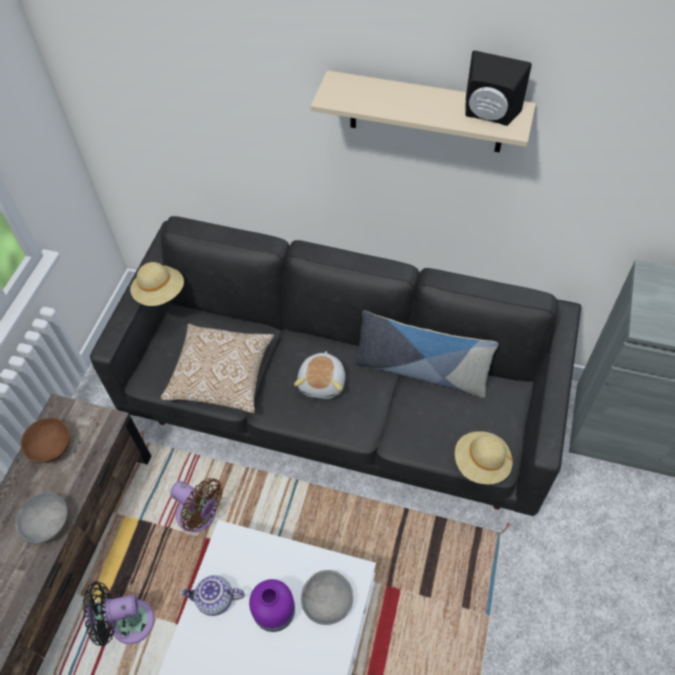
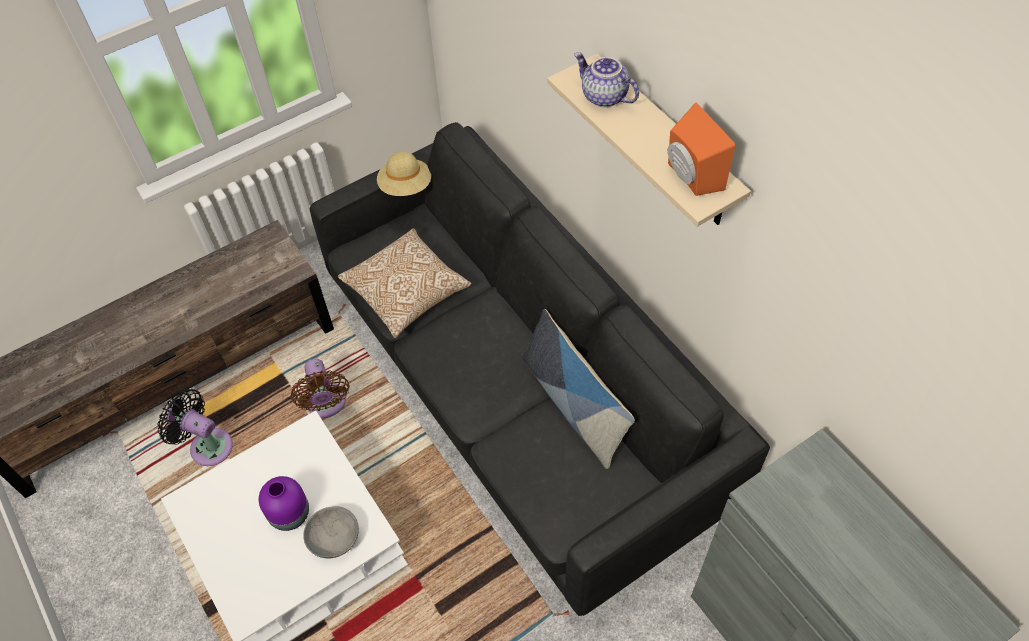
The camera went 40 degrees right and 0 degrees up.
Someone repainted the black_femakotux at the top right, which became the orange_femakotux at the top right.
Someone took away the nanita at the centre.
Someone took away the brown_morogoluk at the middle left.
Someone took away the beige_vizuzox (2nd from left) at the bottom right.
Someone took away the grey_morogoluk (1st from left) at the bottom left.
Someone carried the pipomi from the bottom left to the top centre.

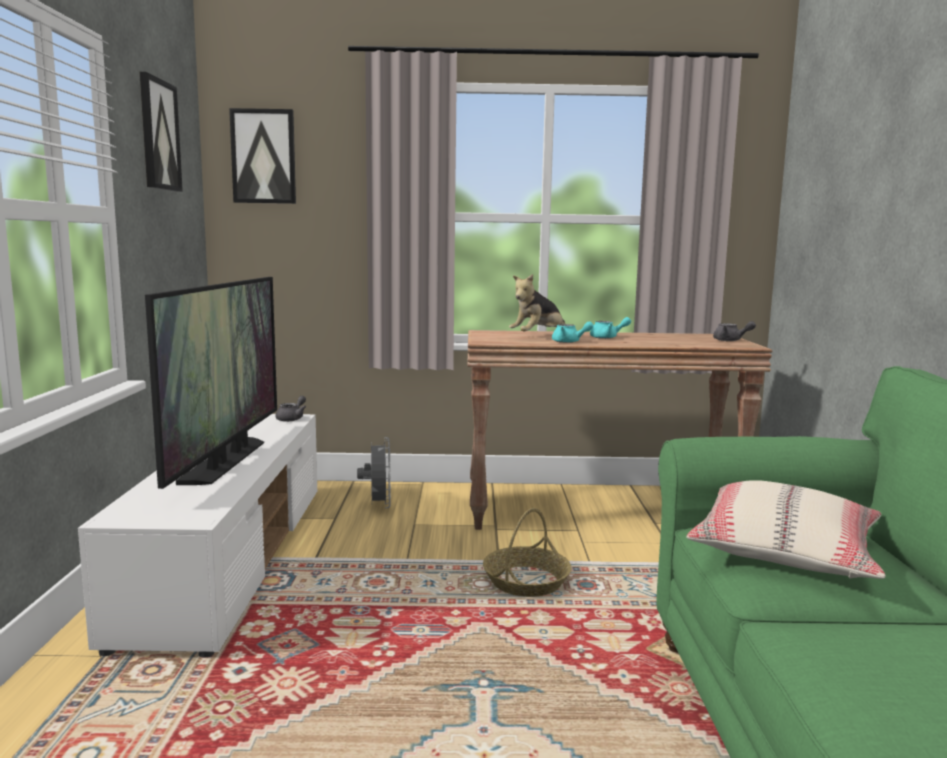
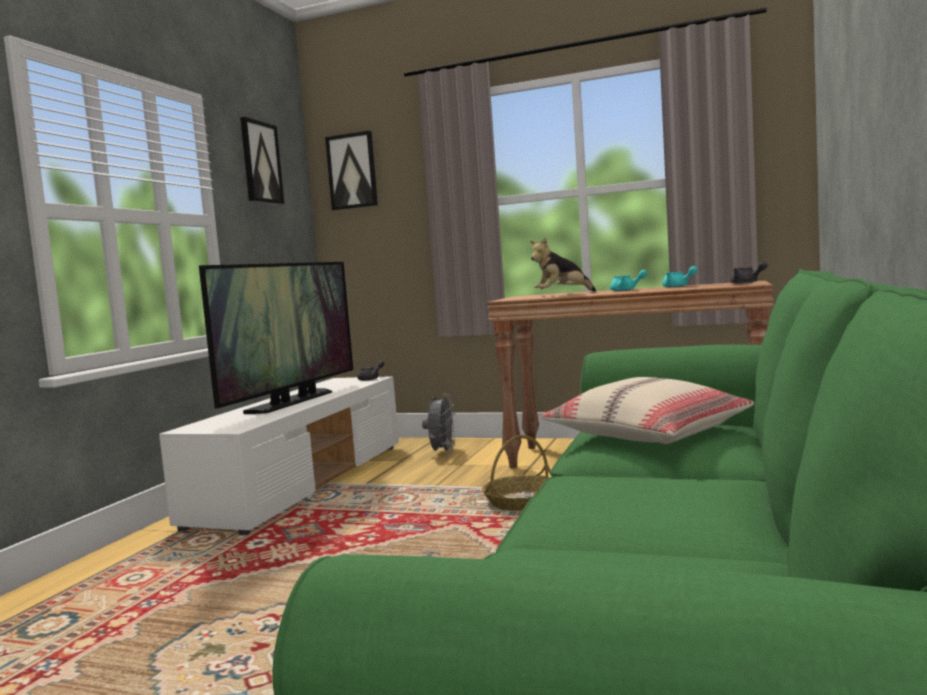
The camera went 20 degrees right and 5 degrees down.
Someone carried the turquoise_pipomi (1st from left in the first image) from the centre to the middle right.

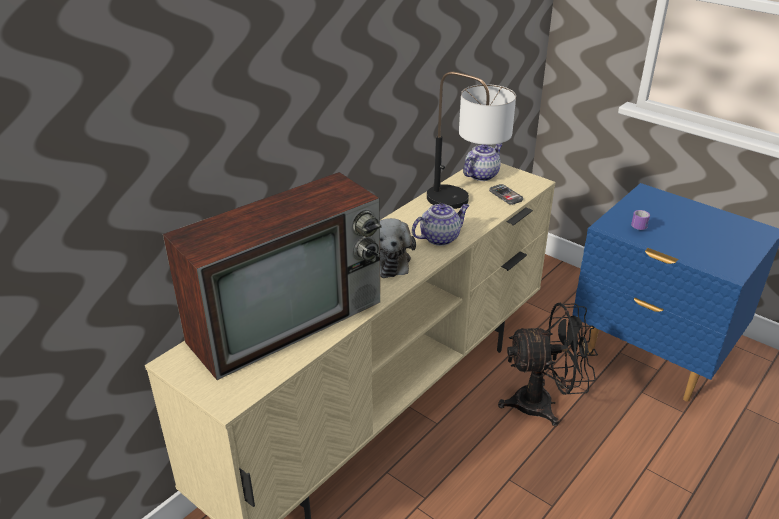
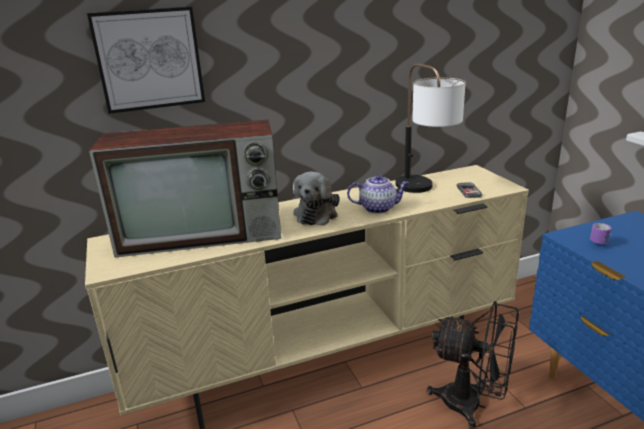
The camera went 30 degrees right and 10 degrees down.
Someone took away the pipomi (2nd from left) at the top centre.
Someone put up the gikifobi at the top left.

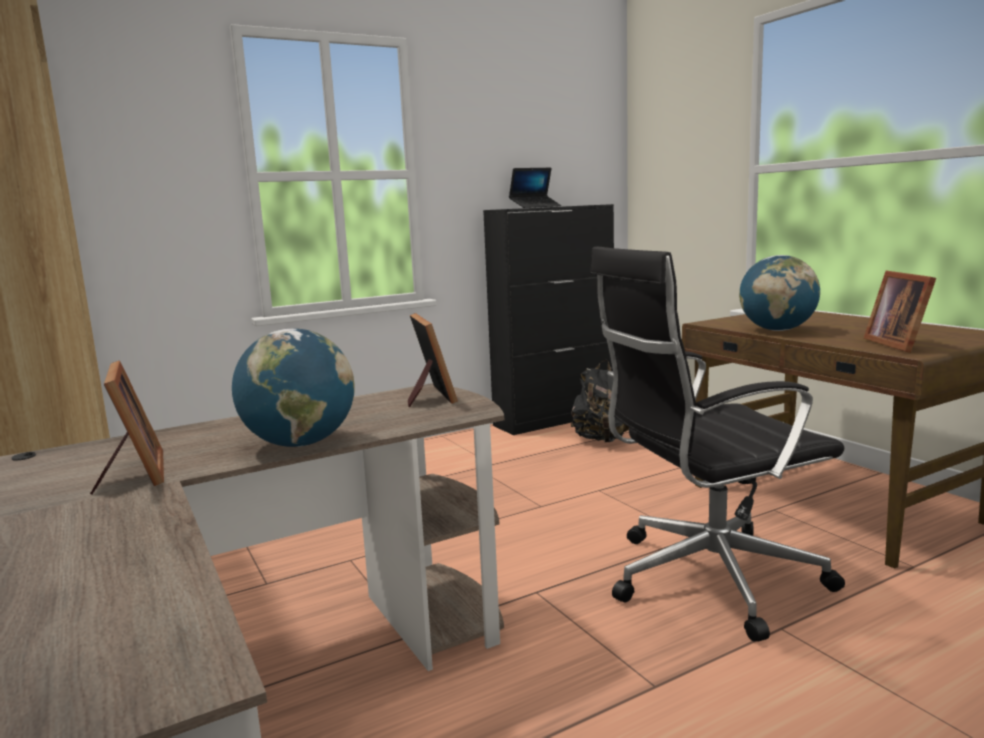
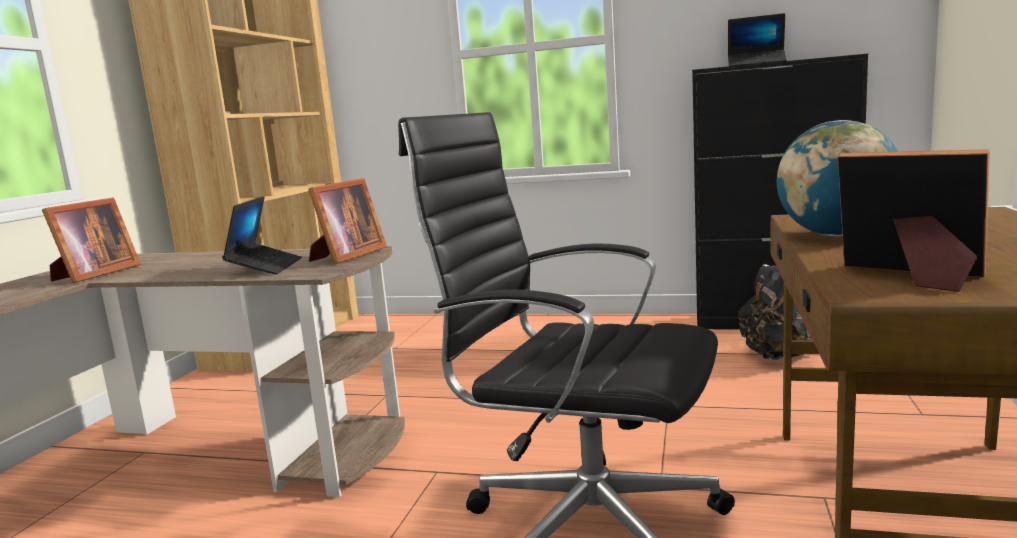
The camera went 45 degrees right and 0 degrees up.
Someone rotated the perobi (3rd from left) at the middle right by 90 degrees clockwise.
Someone took away the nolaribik (1st from left) at the middle left.
Someone put down the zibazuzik (1st from left) at the middle left.

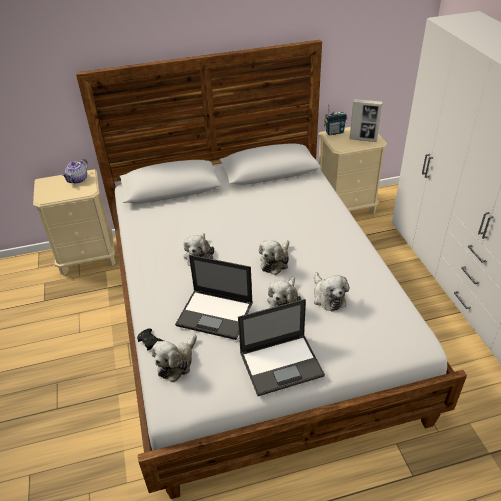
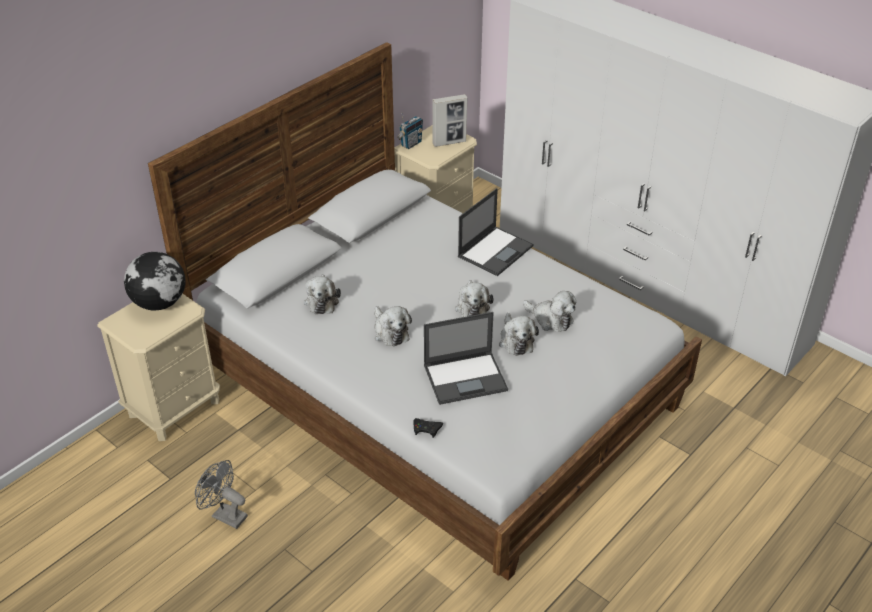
The camera went 35 degrees left and 0 degrees up.
Someone swapped the pipomi at the middle left for the nolaribik at the middle left.
Someone carried the zibazuzik (2nd from left) from the bottom centre to the centre.
Someone carried the nanita (1st from left) from the bottom centre to the centre.
Someone put down the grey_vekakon at the bottom left.

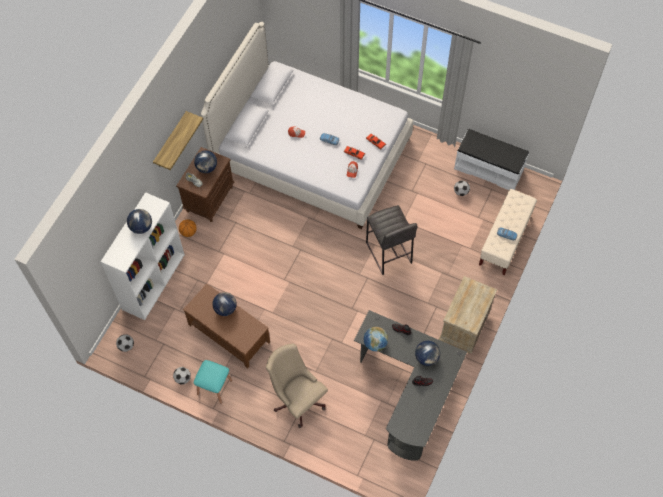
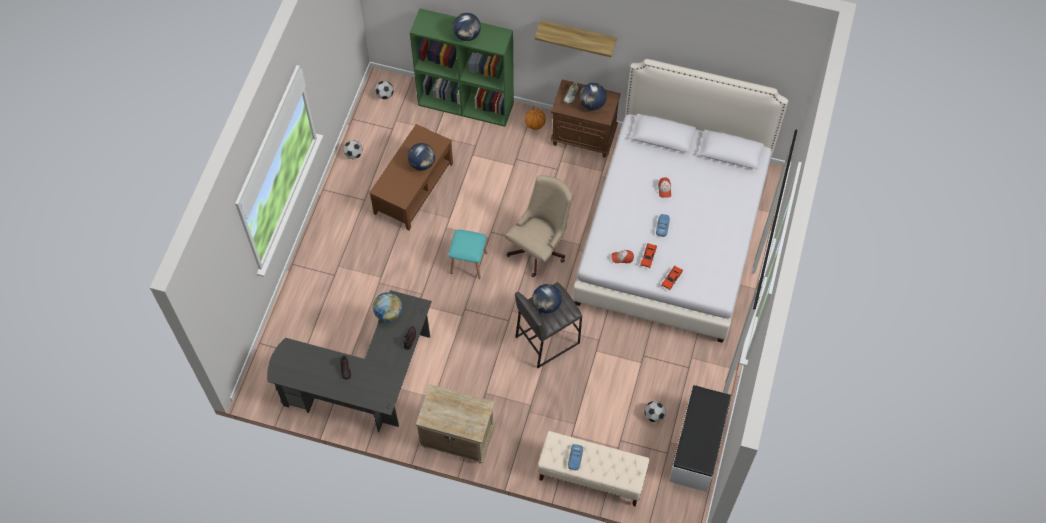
The camera went 80 degrees right and 0 degrees up.
Someone repainted the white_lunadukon at the middle left, which became the green_lunadukon at the top centre.
Someone carried the nolaribik (5th from left in the first image) from the bottom centre to the centre.
Someone carried the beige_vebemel from the bottom centre to the centre.
Someone carried the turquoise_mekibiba from the bottom left to the centre.

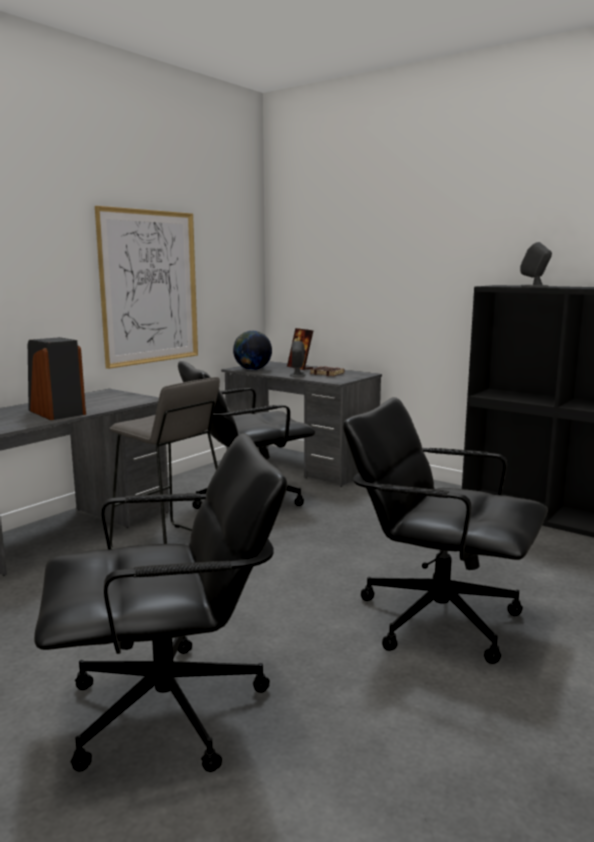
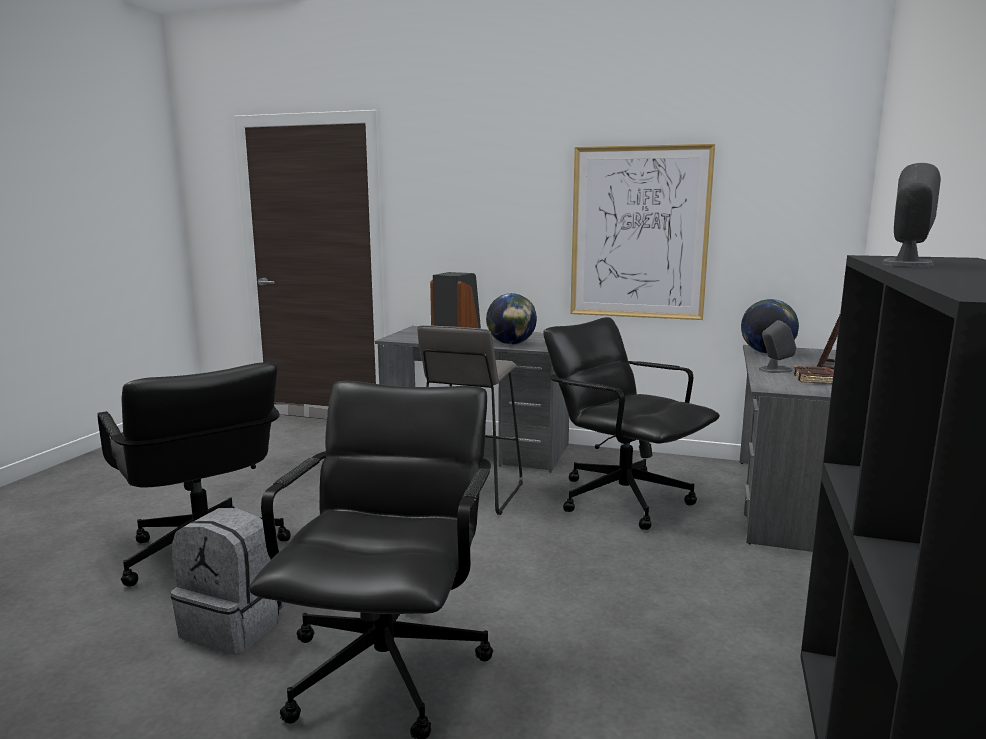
The camera went 70 degrees right and 0 degrees up.
Someone put down the nolaribik (1st from left) at the centre.
Someone put down the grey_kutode at the bottom left.

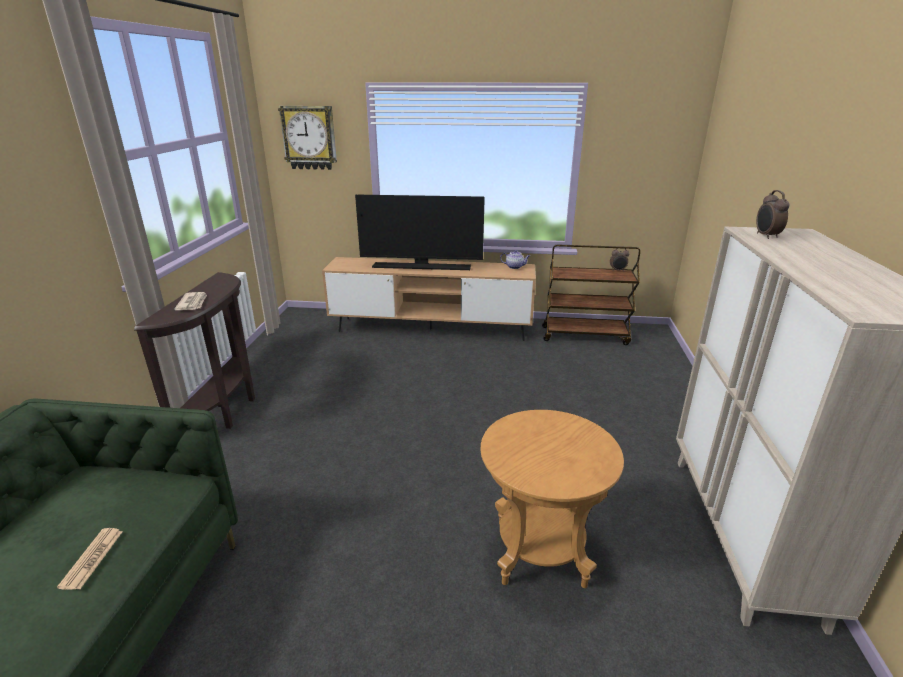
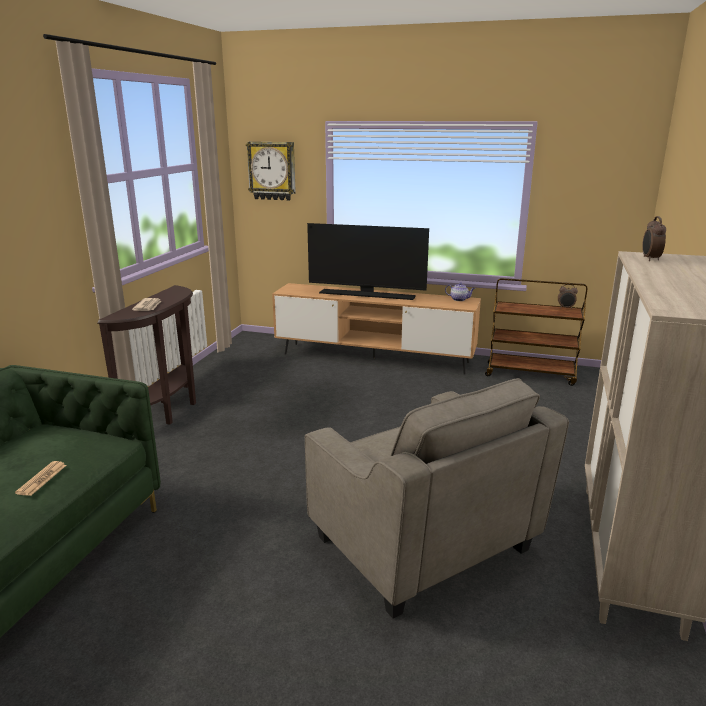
The camera went 10 degrees right and 5 degrees down.
Someone swapped the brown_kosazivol at the bottom centre for the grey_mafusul at the bottom centre.

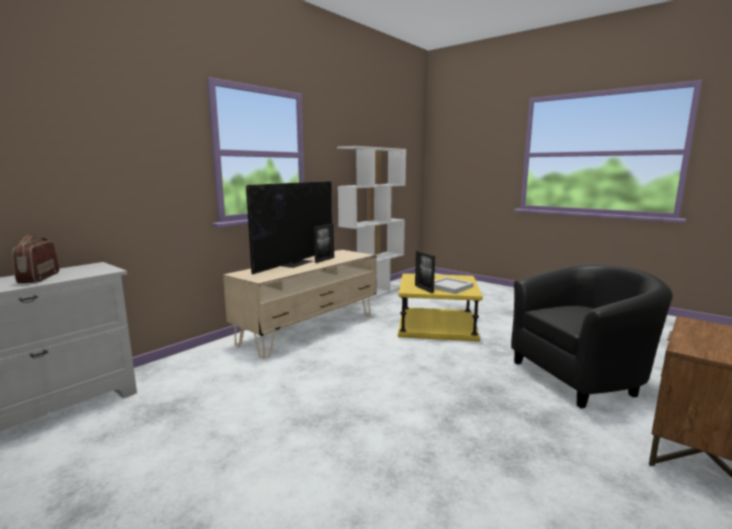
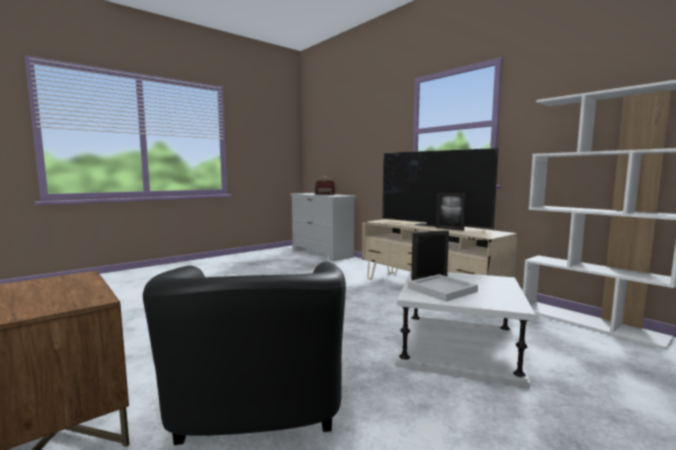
The camera went 100 degrees right and 5 degrees down.
Someone repainted the yellow_kosazivol at the centre, which became the white_kosazivol at the bottom right.

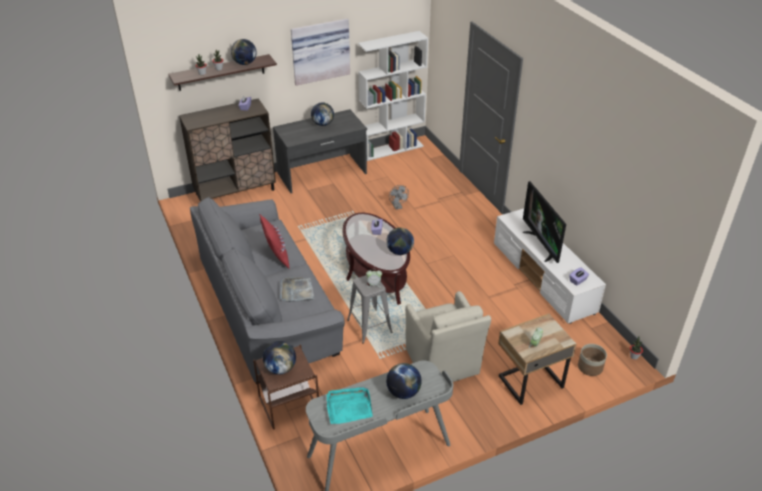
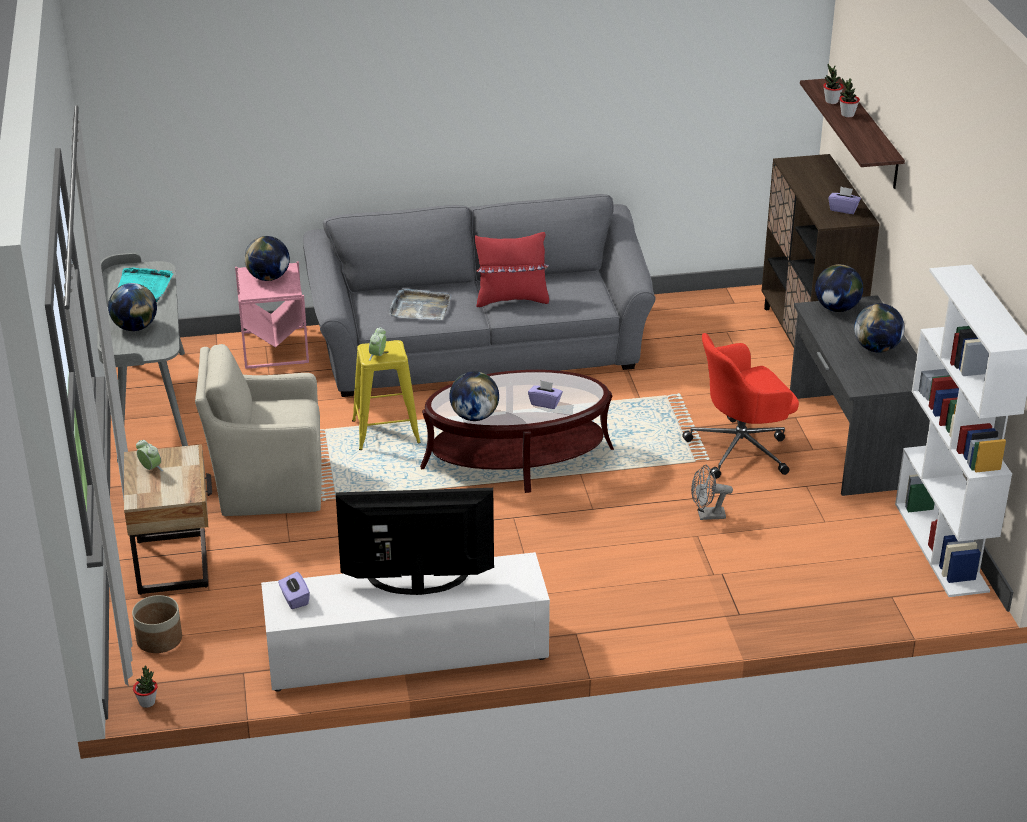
The camera went 105 degrees right and 5 degrees down.
Someone took away the gikifobi at the top centre.
Someone carried the nolaribik (1st from left in the first image) from the top left to the middle right.
Someone repainted the grey_mekibiba at the centre, which became the yellow_mekibiba at the centre.
Someone repainted the brown_kosazivol at the bottom centre, which became the pink_kosazivol at the middle left.
Someone put down the red_vebemel at the middle right.

